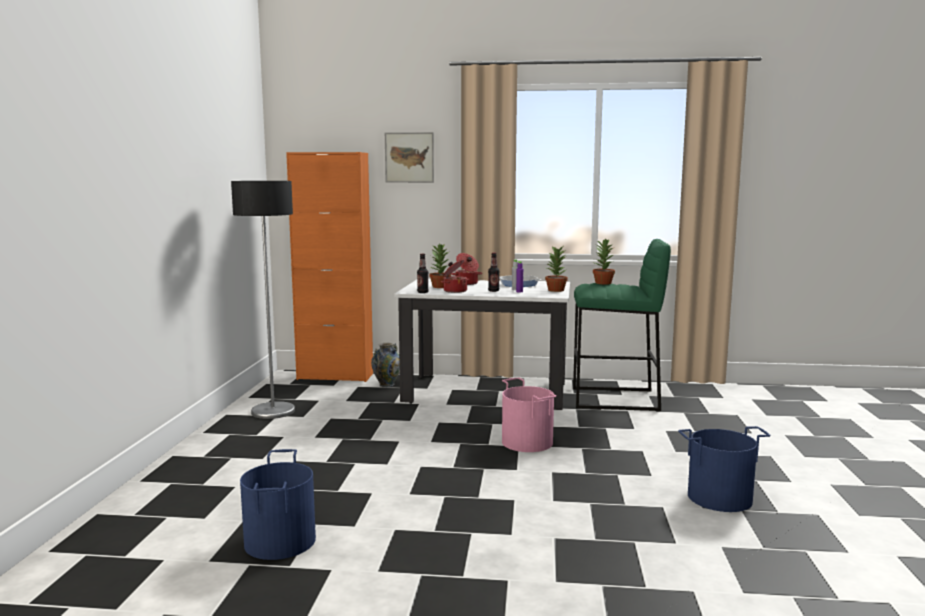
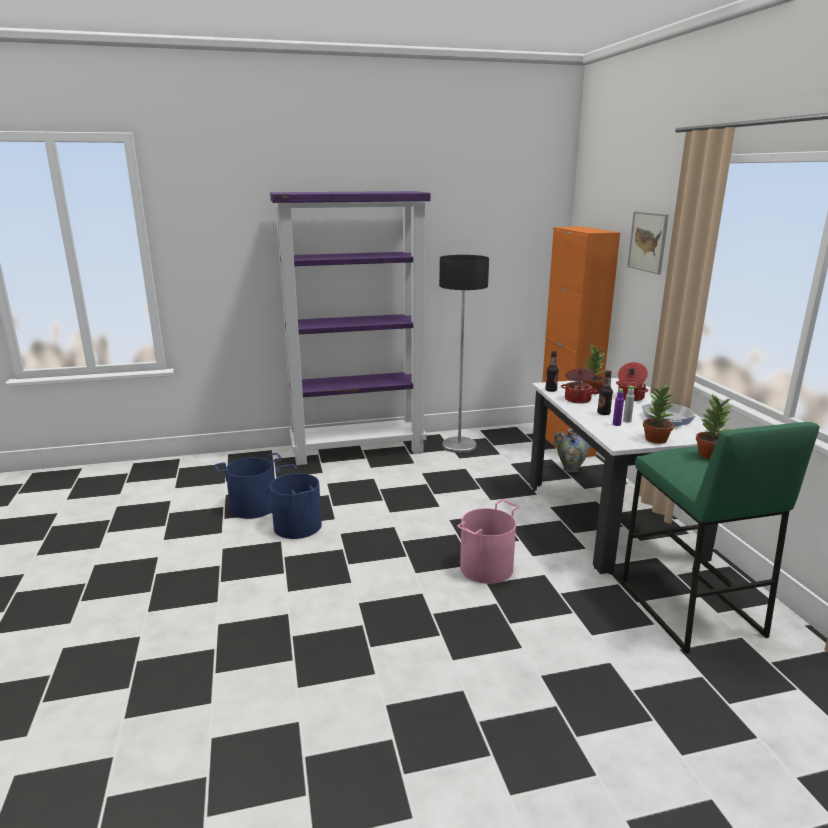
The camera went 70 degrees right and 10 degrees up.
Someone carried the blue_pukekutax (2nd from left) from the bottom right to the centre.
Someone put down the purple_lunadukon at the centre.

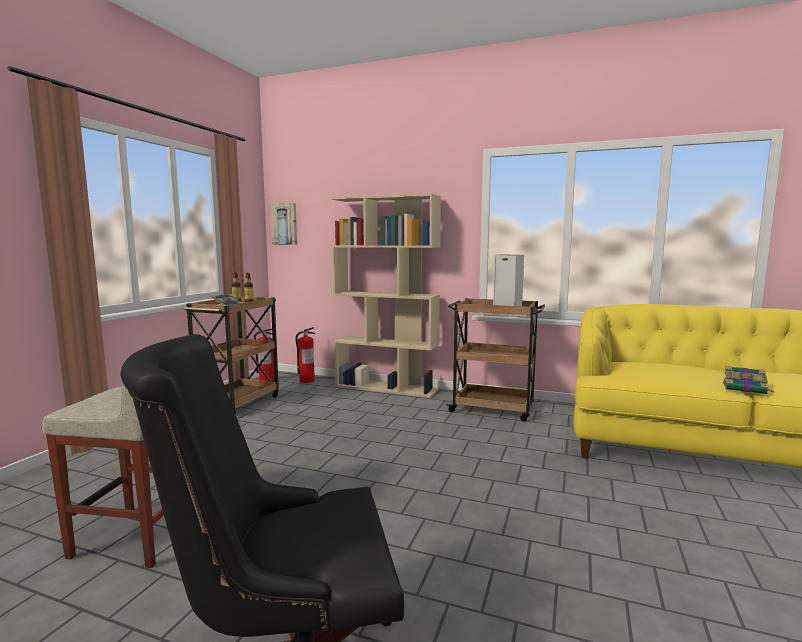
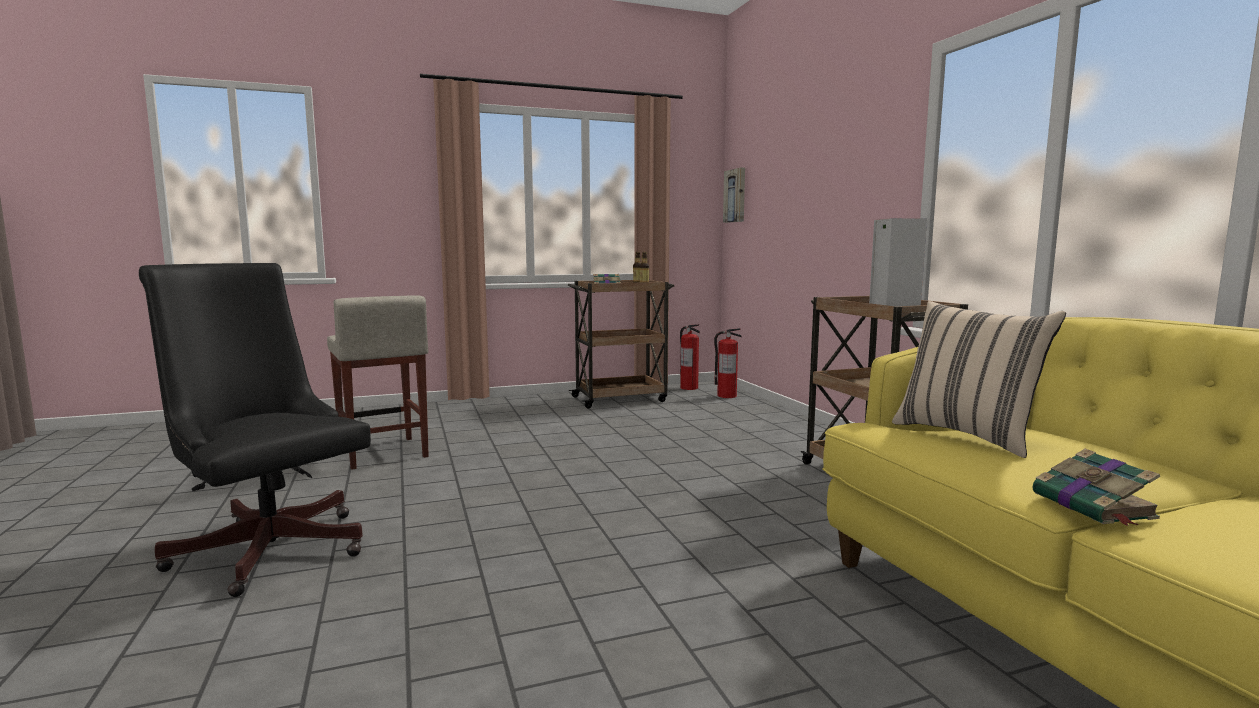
The camera went 50 degrees right and 0 degrees up.
Someone took away the beige_lunadukon at the centre.
Someone put down the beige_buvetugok at the middle right.

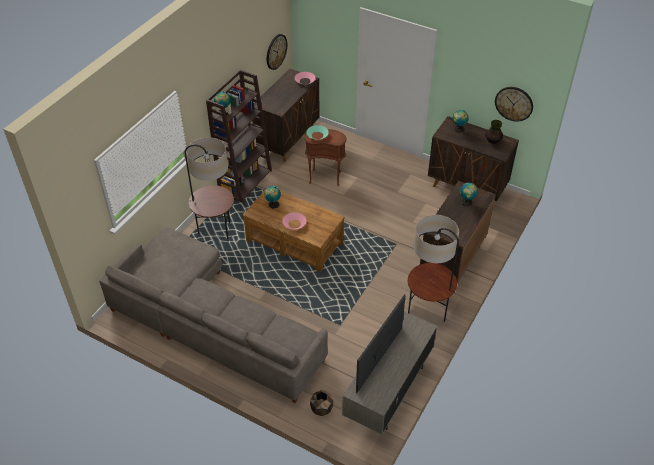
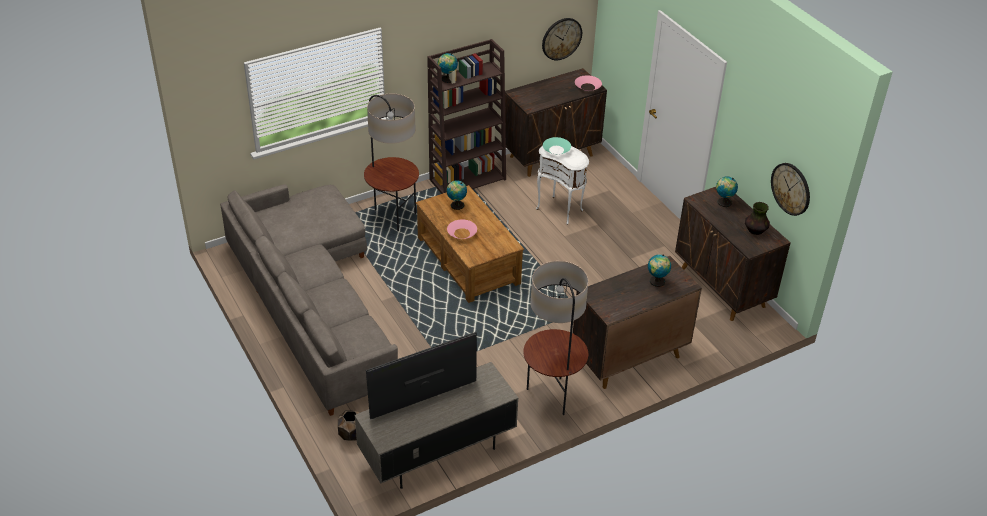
The camera went 30 degrees right and 5 degrees down.
Someone repainted the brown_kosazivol at the centre, which became the white_kosazivol at the centre.

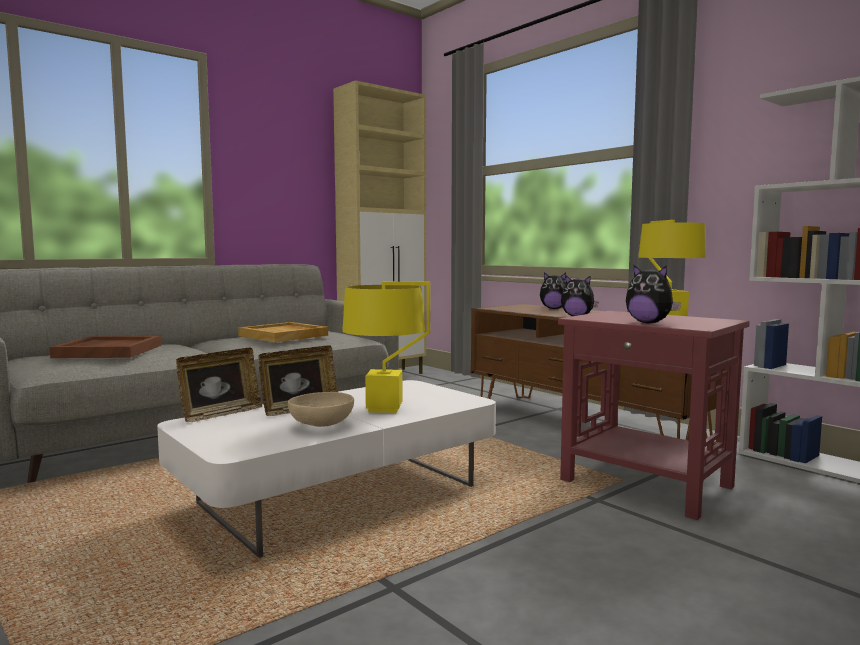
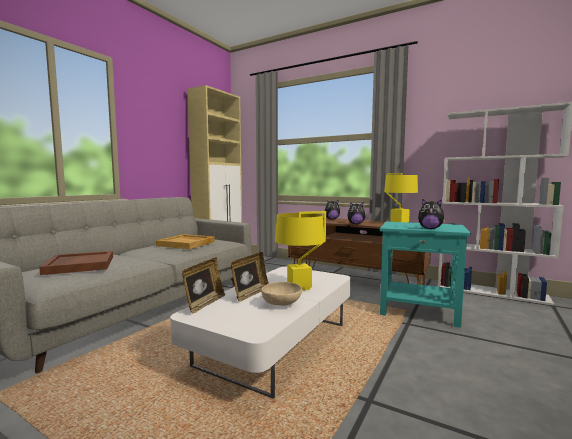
The camera went 20 degrees left and 0 degrees up.
Someone repainted the red_kosazivol at the middle right, which became the turquoise_kosazivol at the middle right.

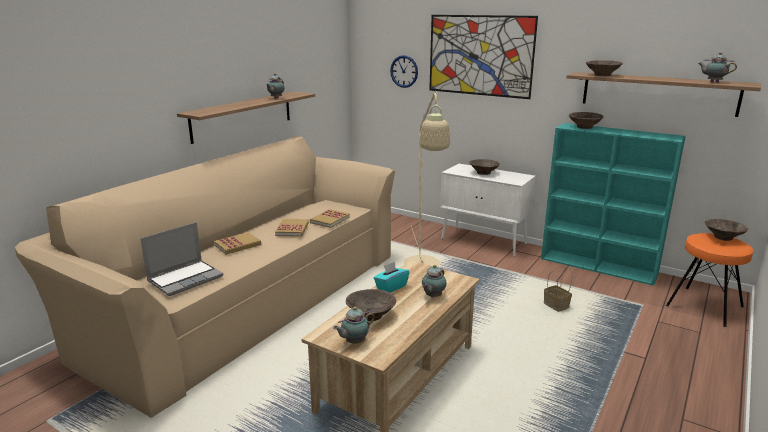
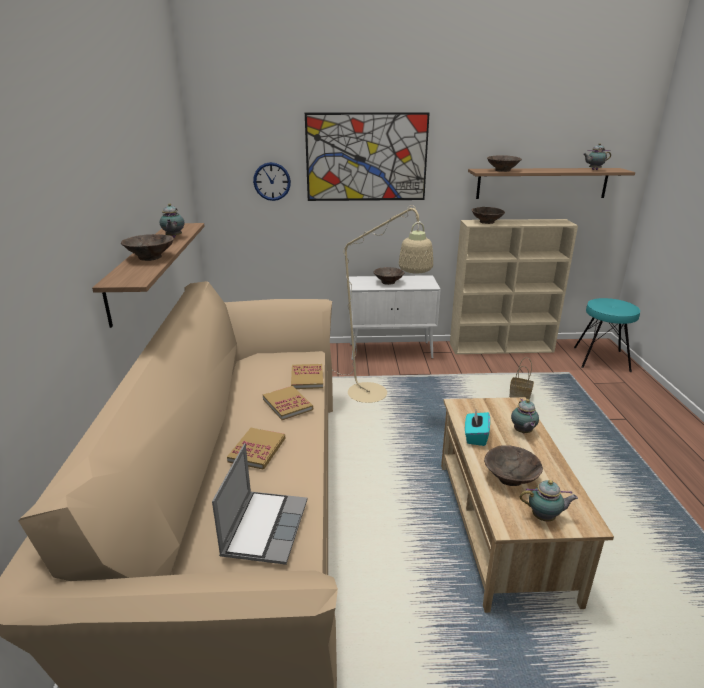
The camera went 35 degrees left and 5 degrees up.
Someone repainted the turquoise_lunadukon at the middle right, which became the beige_lunadukon at the middle right.
Someone carried the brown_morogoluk (5th from left in the first image) from the middle right to the middle left.
Someone repainted the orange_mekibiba at the middle right, which became the turquoise_mekibiba at the middle right.
Someone rotated the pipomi (2nd from left in the first image) at the bottom centre by 105 degrees counterclockwise.

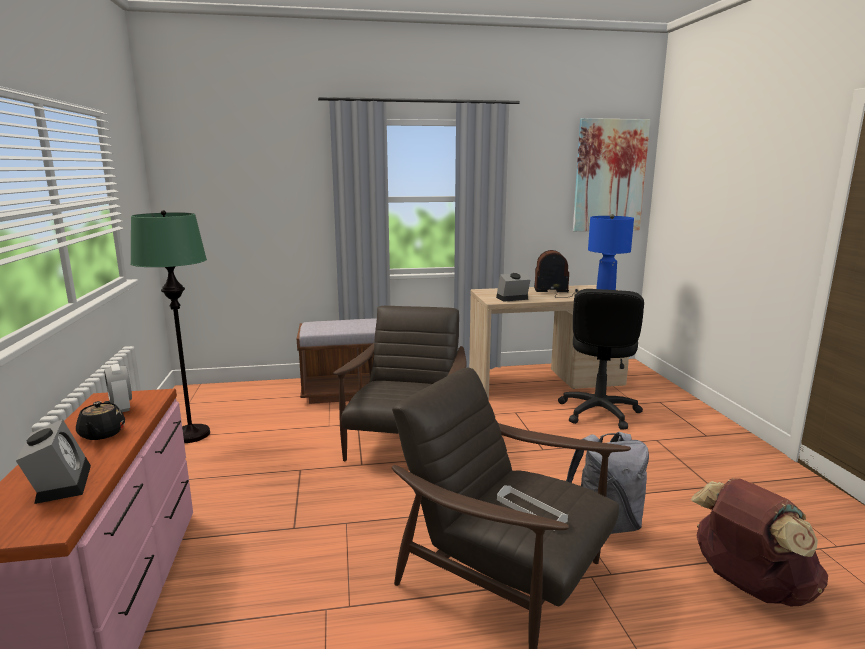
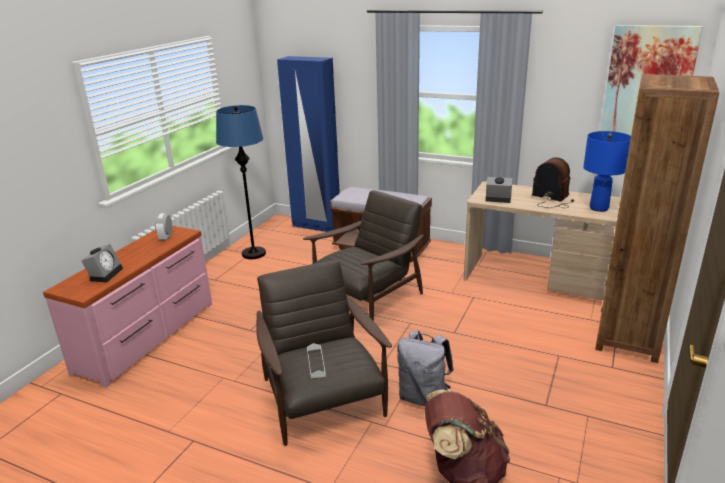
The camera went 35 degrees right and 10 degrees up.
Someone repainted the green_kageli at the middle left, which became the blue_kageli at the middle left.
Someone took away the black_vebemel at the middle right.
Someone took away the black_pipomi at the middle left.
Someone put down the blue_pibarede at the top centre.
Someone put down the brown_lunadukon at the middle right.

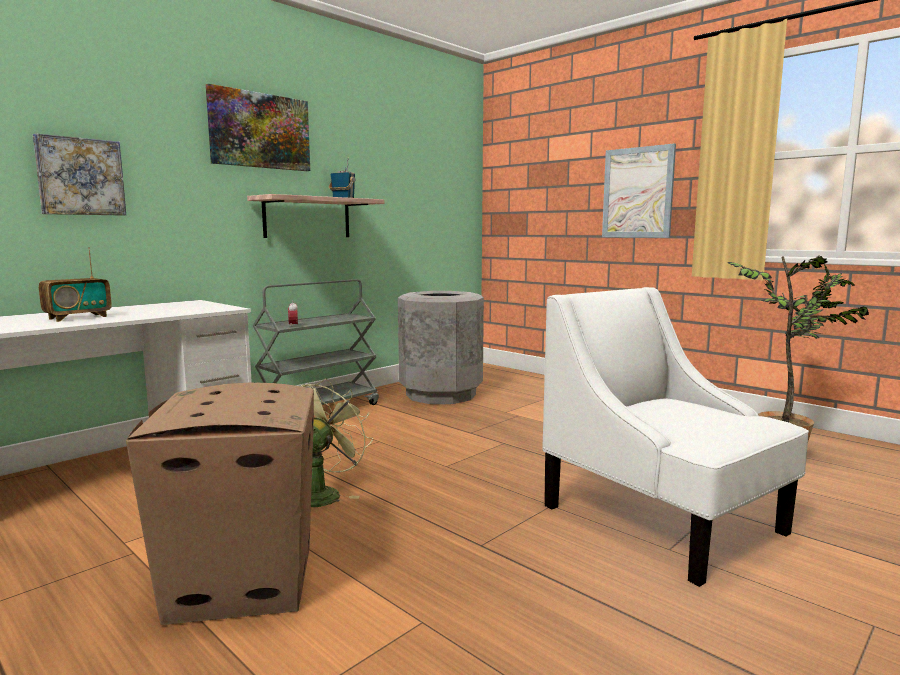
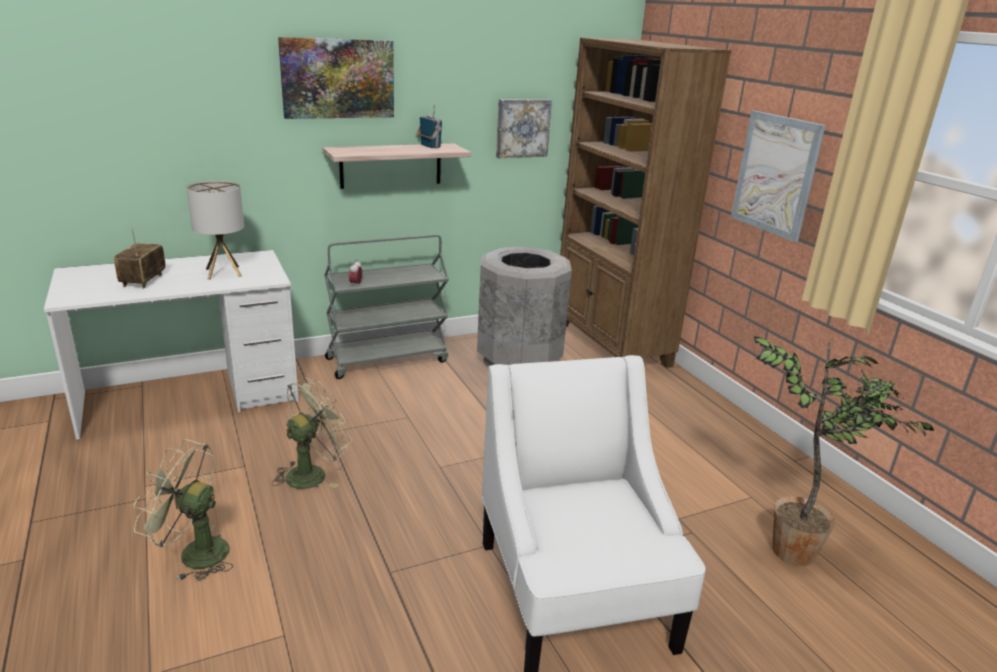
The camera went 20 degrees right and 15 degrees up.
Someone carried the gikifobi (1st from left in the first image) from the top left to the top centre.
Someone rotated the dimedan (1st from left) at the middle left by 120 degrees clockwise.
Someone swapped the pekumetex at the bottom left for the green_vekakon (1st from left) at the bottom left.
Someone put down the brown_lunadukon at the top centre.
Someone put down the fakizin at the middle left.

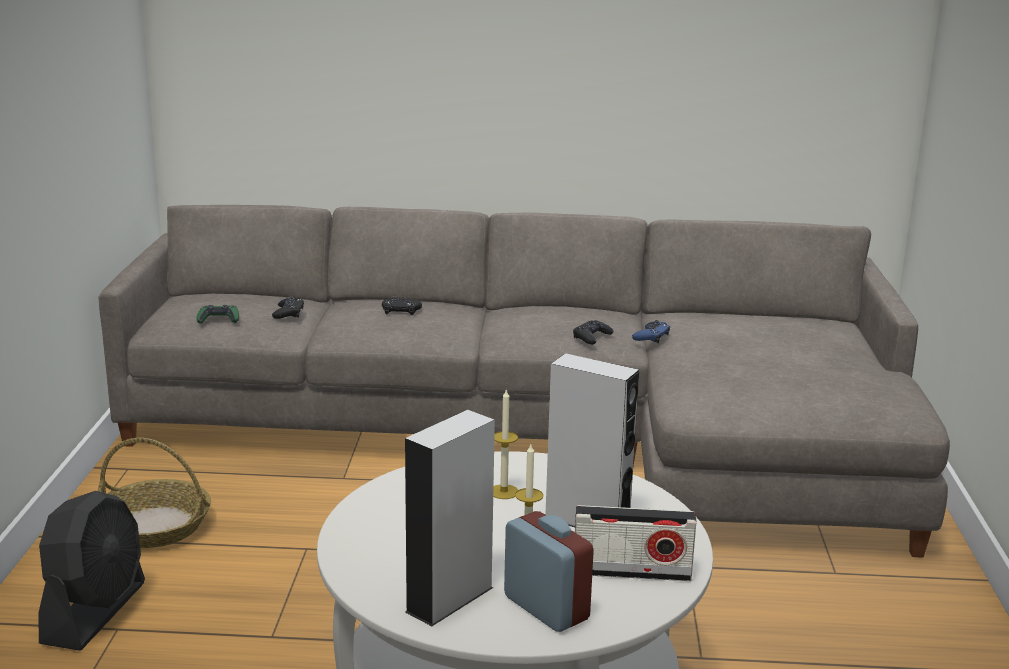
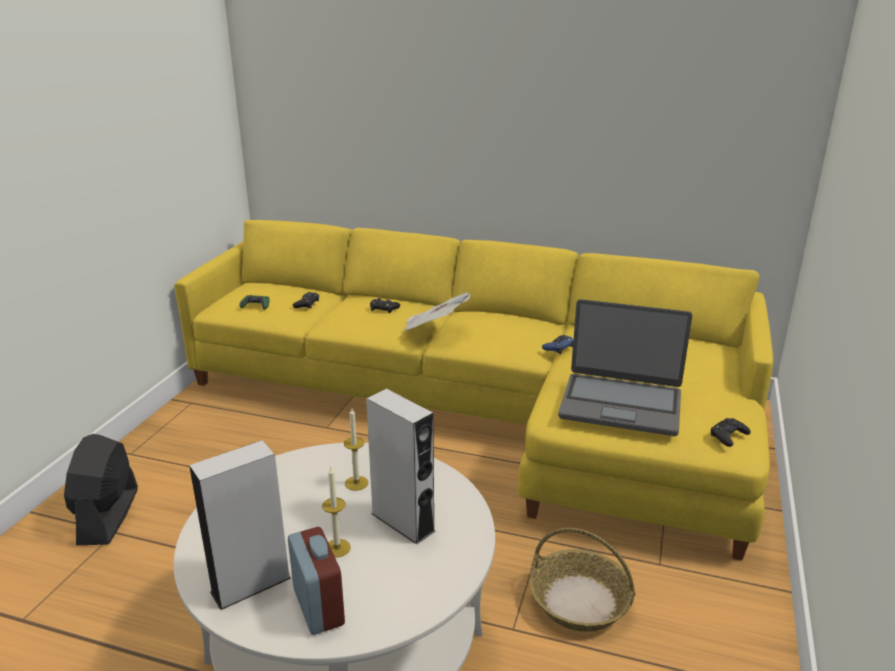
The camera went 15 degrees right and 5 degrees up.
Someone repainted the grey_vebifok at the centre, which became the yellow_vebifok at the centre.
Someone carried the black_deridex (3rd from left) from the centre to the middle right.
Someone carried the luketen from the bottom left to the bottom centre.
Someone rotated the black_vekakon at the bottom left by 150 degrees clockwise.
Someone took away the dimedan at the bottom centre.
Someone put down the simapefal at the centre.
Someone put down the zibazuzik at the middle right.

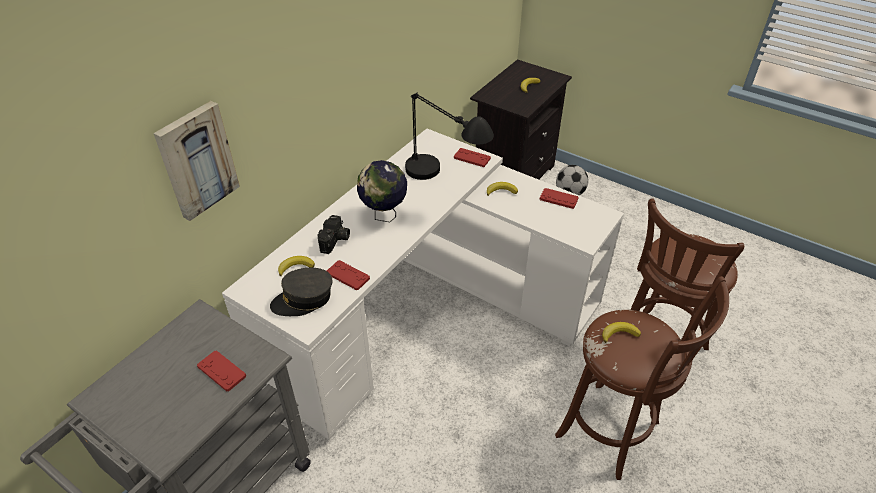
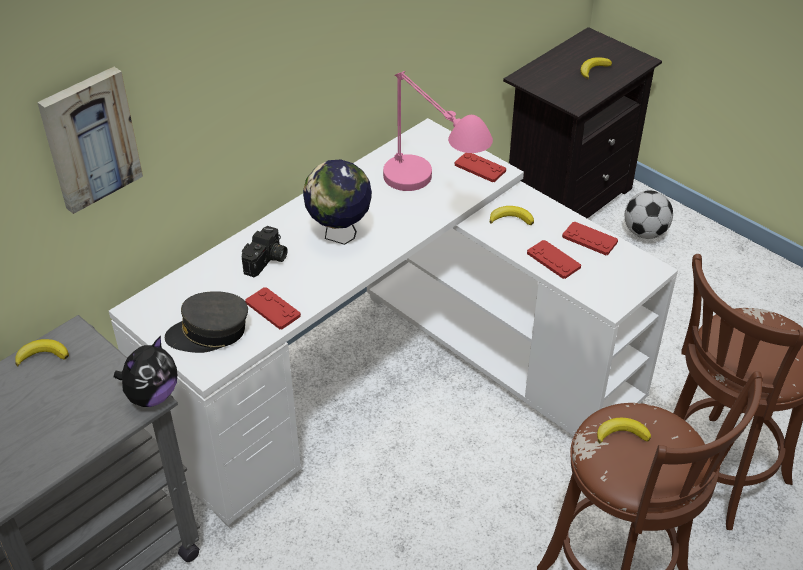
The camera went 10 degrees right and 0 degrees up.
Someone repainted the black_fakizin at the top centre, which became the pink_fakizin at the top centre.
Someone carried the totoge (1st from left) from the centre to the middle left.
Someone carried the red_deridex (1st from left in the first image) from the bottom left to the middle right.
Someone put down the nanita at the middle left.

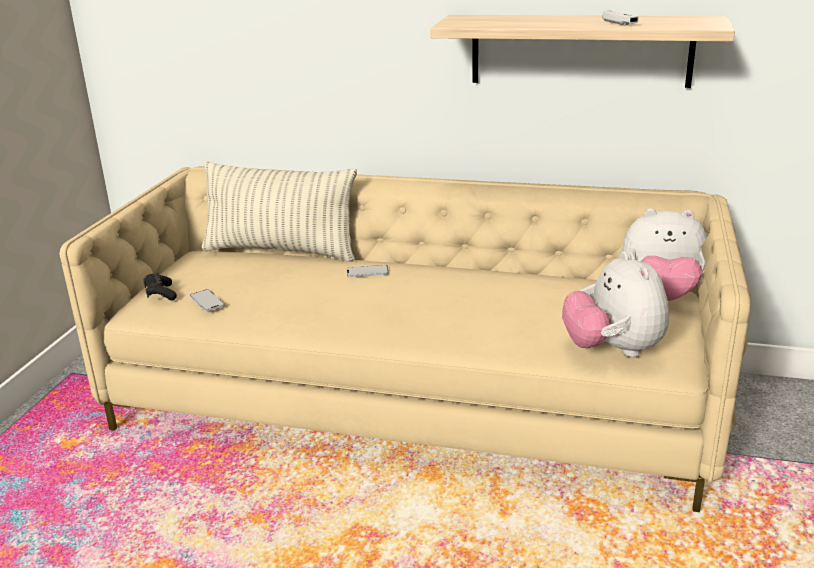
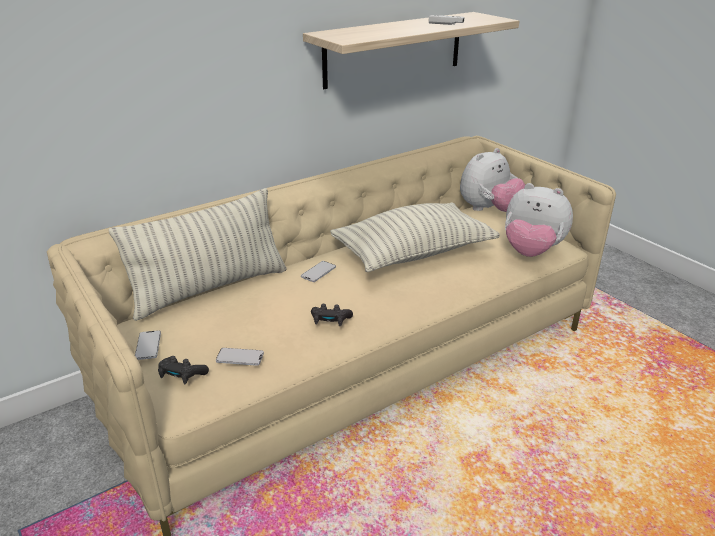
The camera went 50 degrees left and 5 degrees up.
Someone put down the buvetugok (2nd from left) at the centre.
Someone put down the black_deridex (2nd from left) at the centre.
Someone put down the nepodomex (1st from left) at the middle left.

